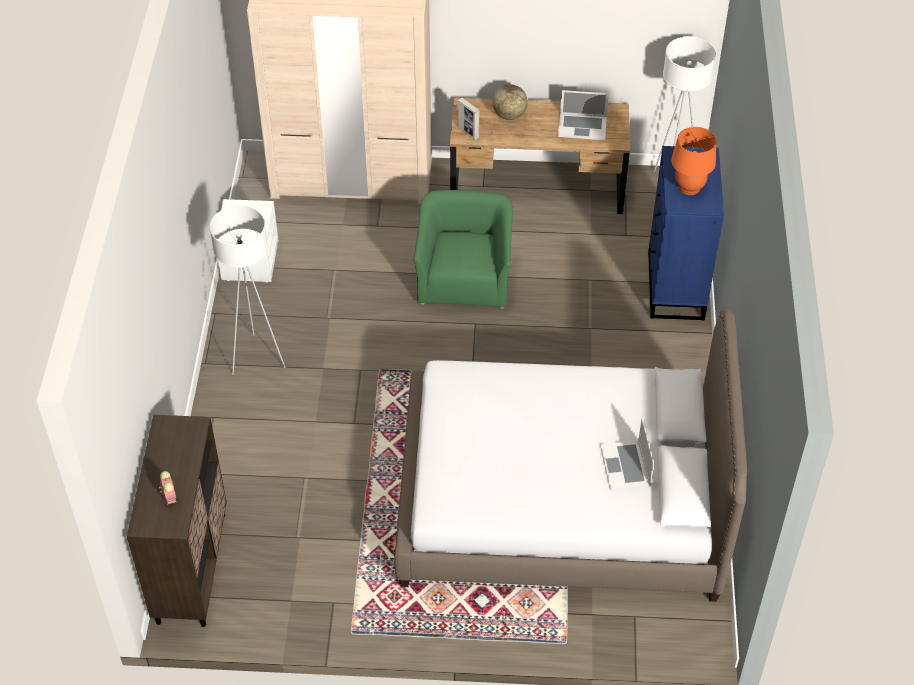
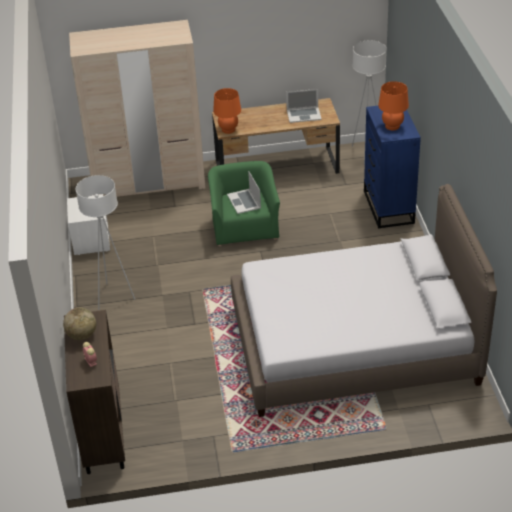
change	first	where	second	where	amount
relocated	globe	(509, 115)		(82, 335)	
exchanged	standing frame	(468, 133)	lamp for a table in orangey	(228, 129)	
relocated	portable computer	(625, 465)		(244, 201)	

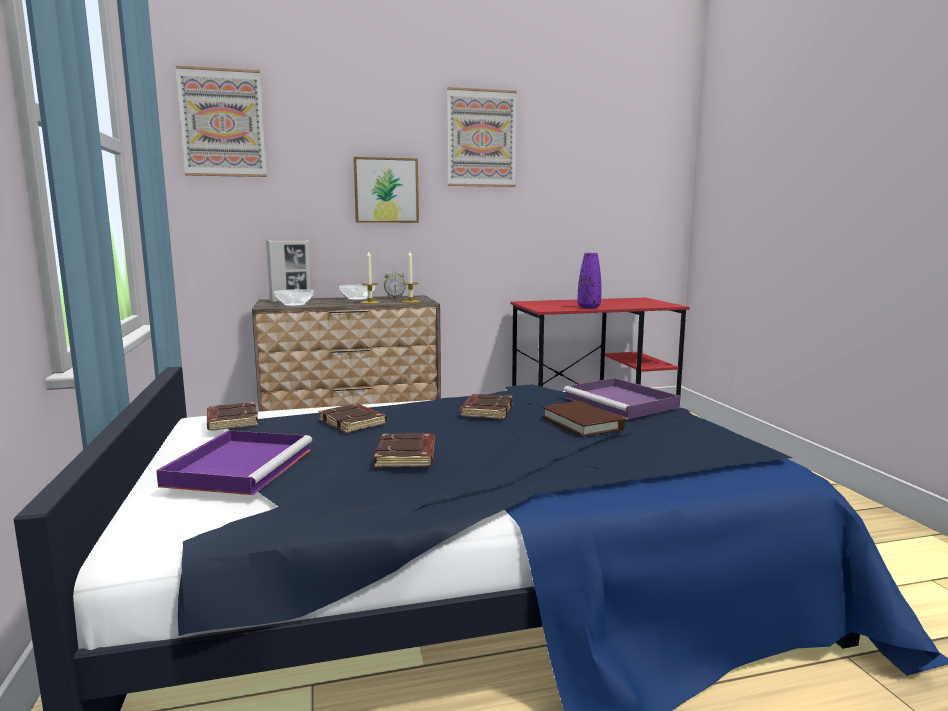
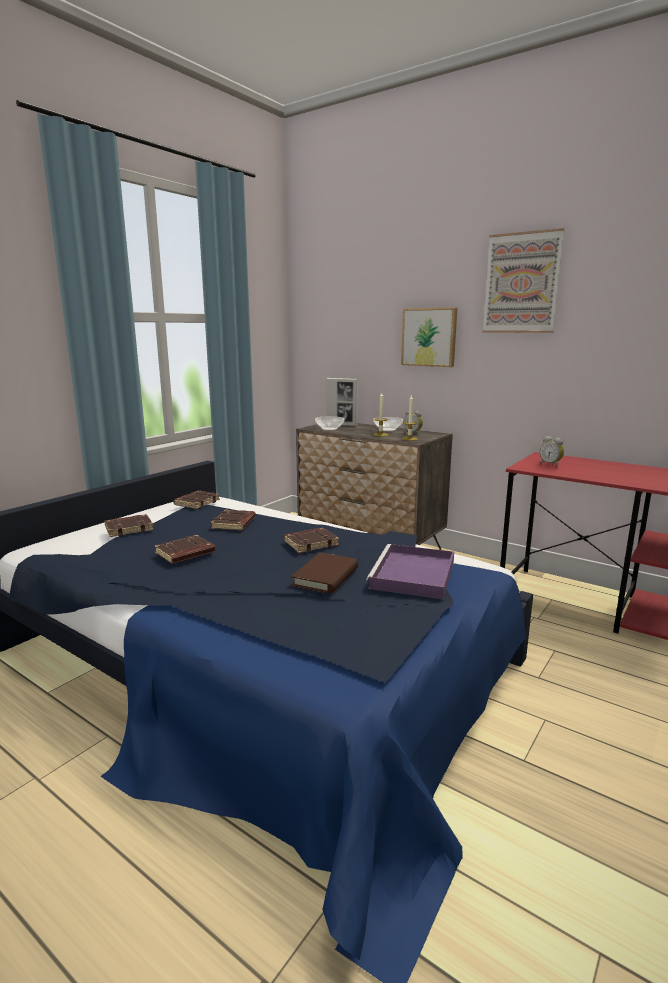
change	first	where	second	where	amount
exchanged	tray in purplish	(240, 466)	bound book in brown-coloured	(129, 529)	
appeared			table clock	(551, 464)	
missing	wall art	(222, 123)			
missing	vase in purplish	(589, 307)			

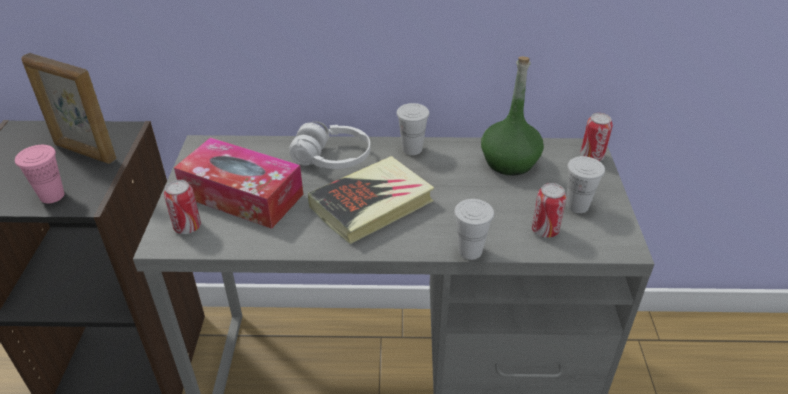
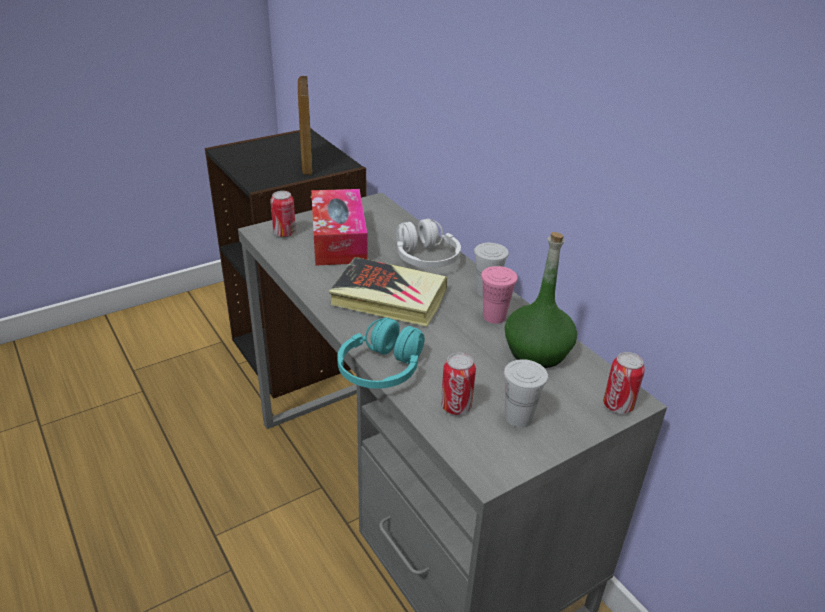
change	first	where	second	where	amount
exchanged	drinking cup in white	(470, 251)	pair of headphones in blue-green	(381, 369)	
relocated	drinking cup in pink	(52, 196)		(494, 317)	

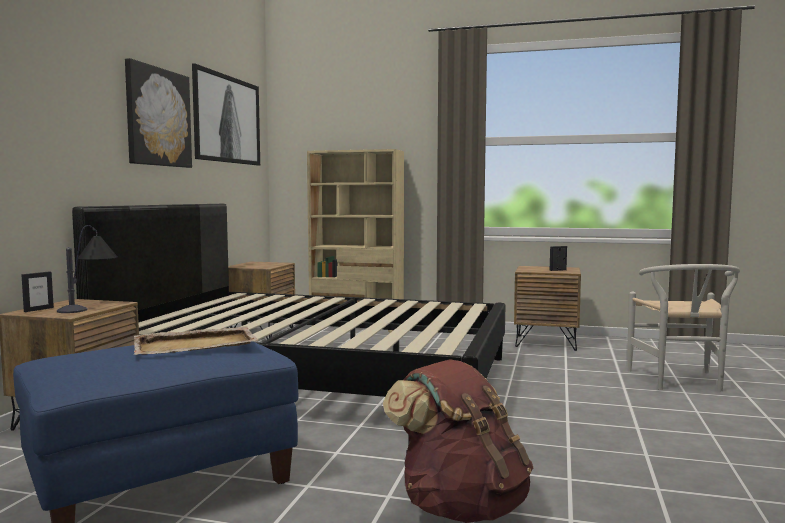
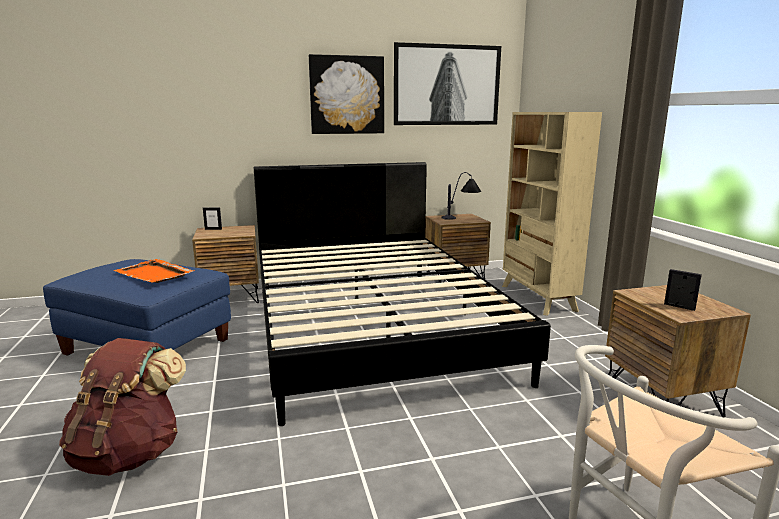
change	first	where	second	where	amount
colour	tray in beige-coloured	(197, 345)	tray in orangey	(154, 274)	
relocated	lamp for a table	(90, 305)		(461, 217)	

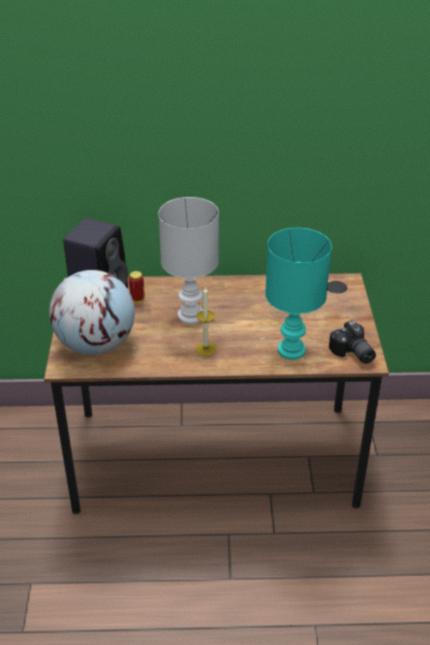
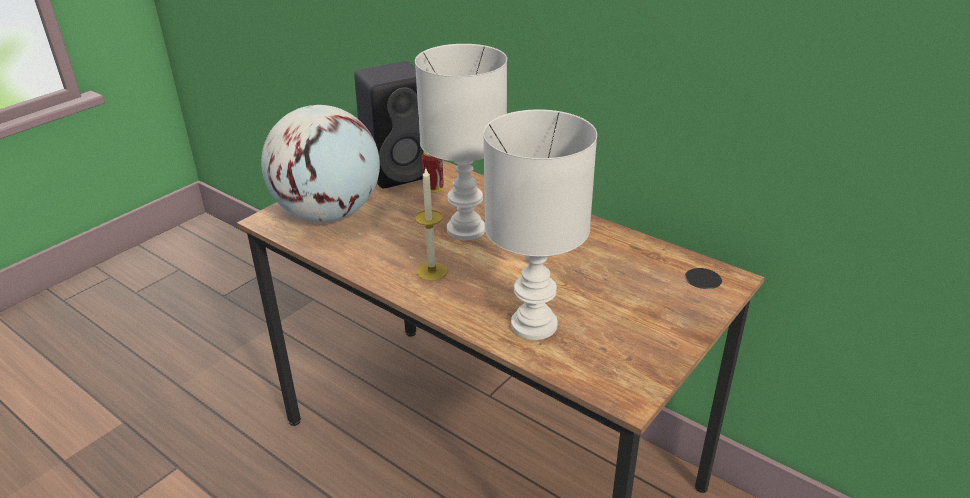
change	first	where	second	where	amount
colour	lamp for a table in blue-green	(291, 351)	lamp for a table in white	(532, 326)	
missing	still camera	(352, 353)			

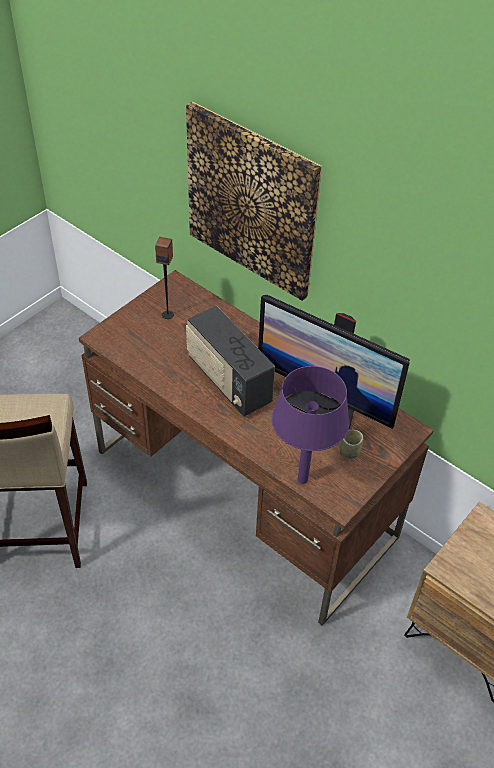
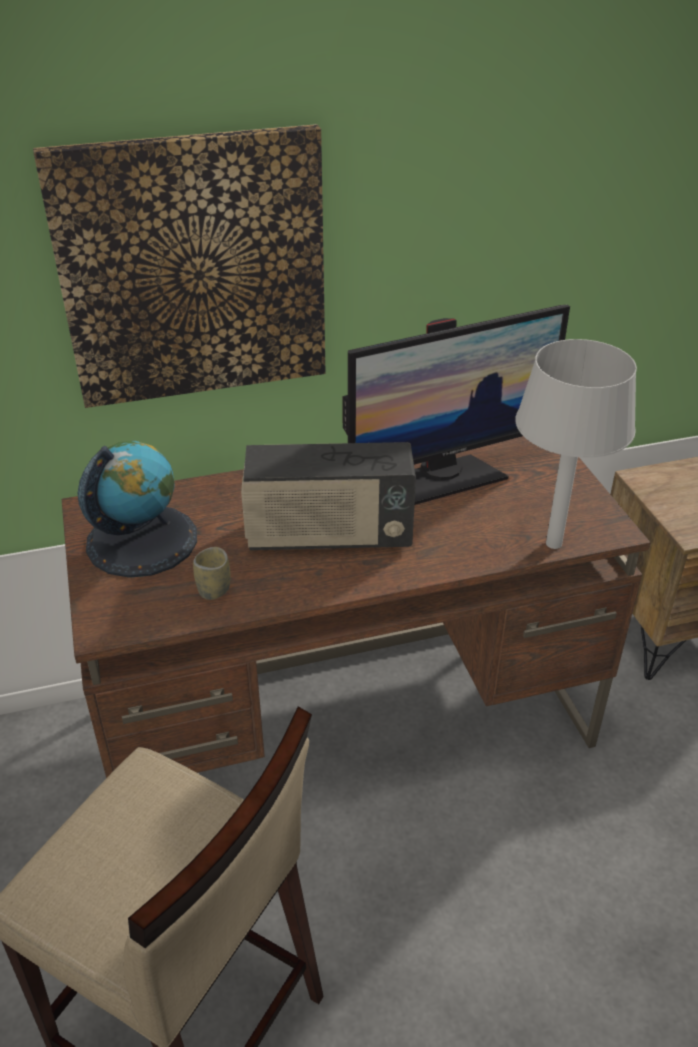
change	first	where	second	where	amount
exchanged	speaker	(168, 314)	globe	(142, 540)	
relocated	drinking cup	(349, 452)		(214, 590)	
colour	lamp for a table in purplish	(303, 480)	lamp for a table in gray	(555, 544)	

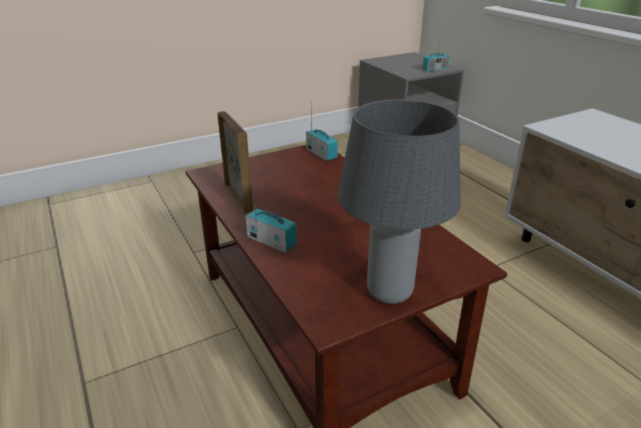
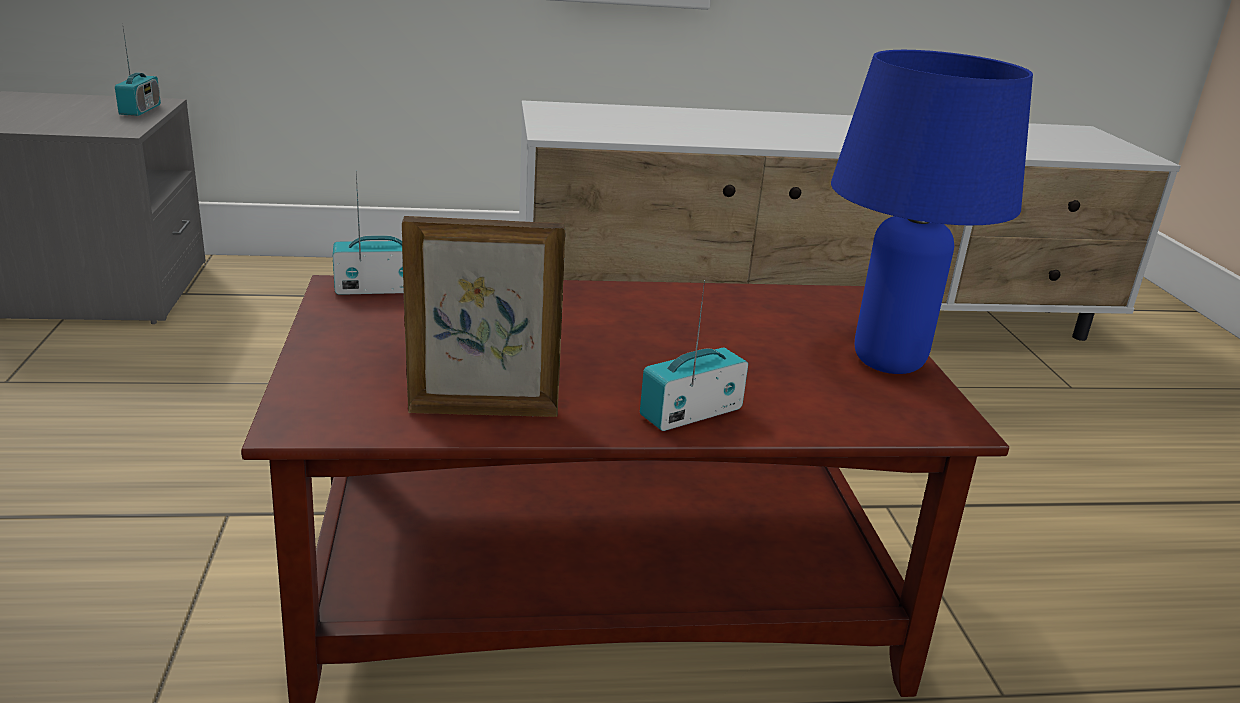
change	first	where	second	where	amount
colour	lamp for a table in gray	(391, 292)	lamp for a table in bluish	(888, 361)	

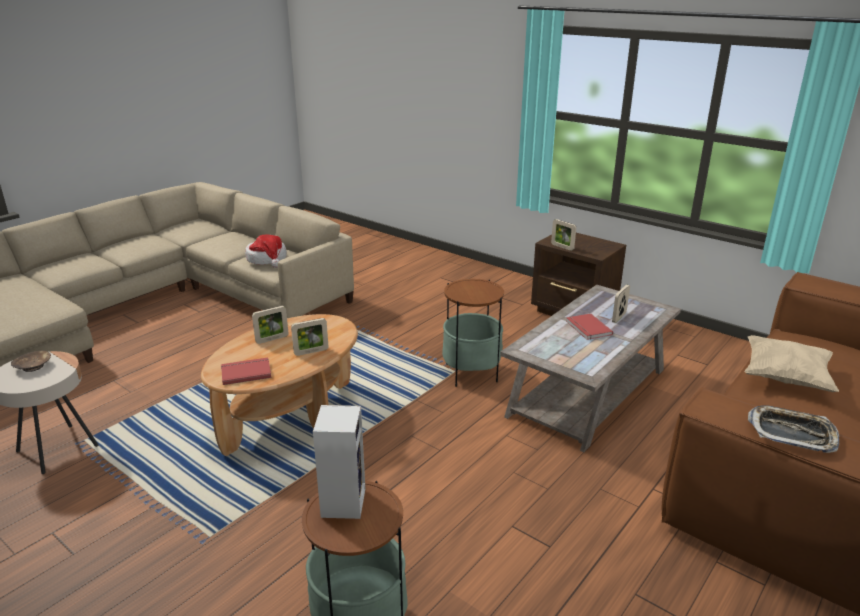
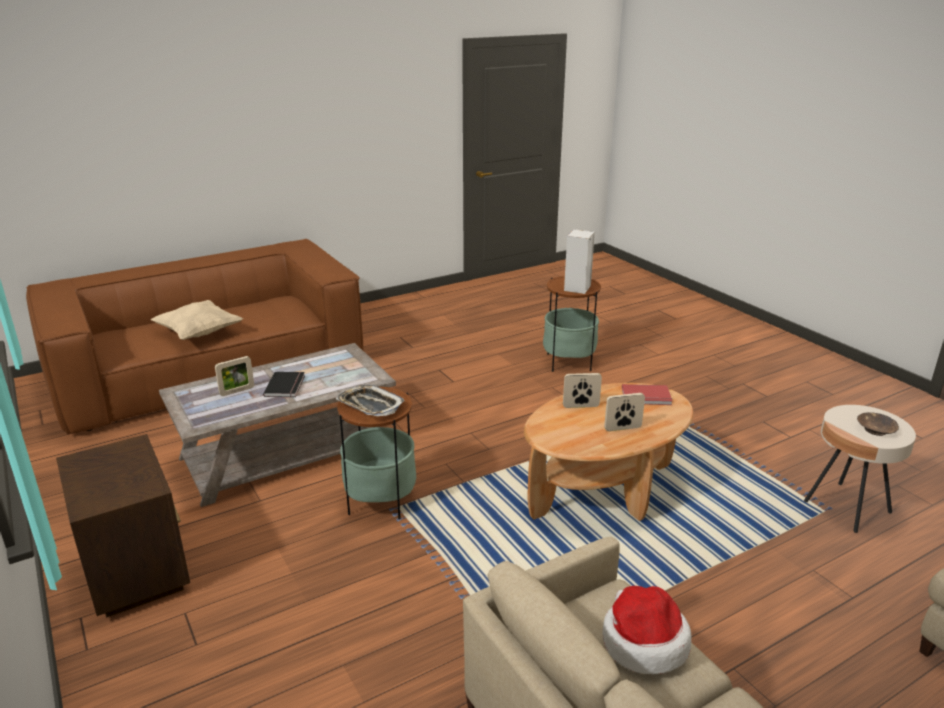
change	first	where	second	where	amount
colour	bound book in red-coloured	(587, 328)	bound book in blackish	(286, 386)	
relocated	tray	(792, 433)		(370, 405)	
missing	standing frame	(562, 247)			

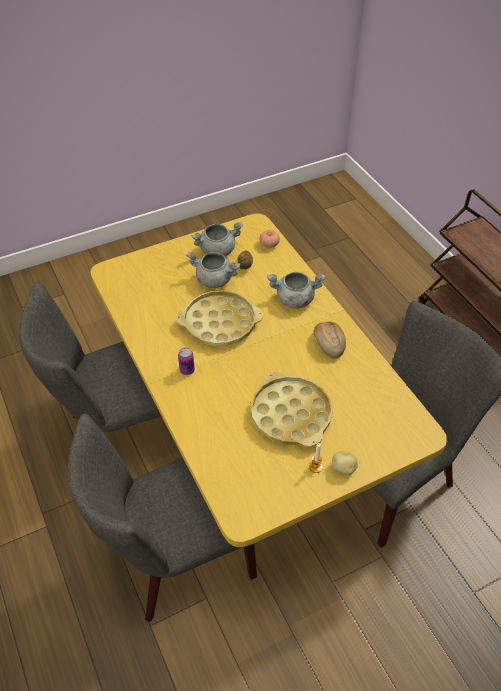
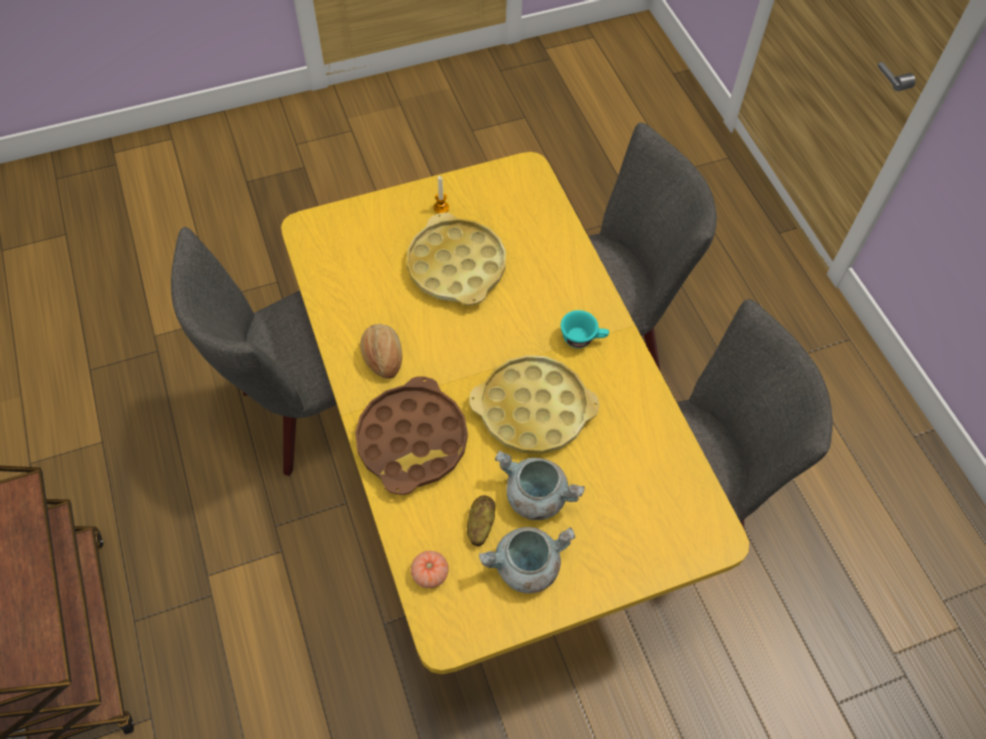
change	first	where	second	where	amount
exchanged	saucepot in gray	(294, 300)	tray in brown-coloured	(412, 440)	
exchanged	sealed can	(187, 370)	drinking cup in blue-green	(583, 338)	
missing	potato	(343, 469)			

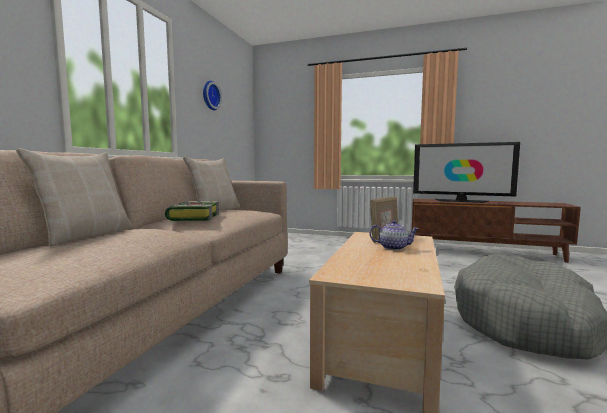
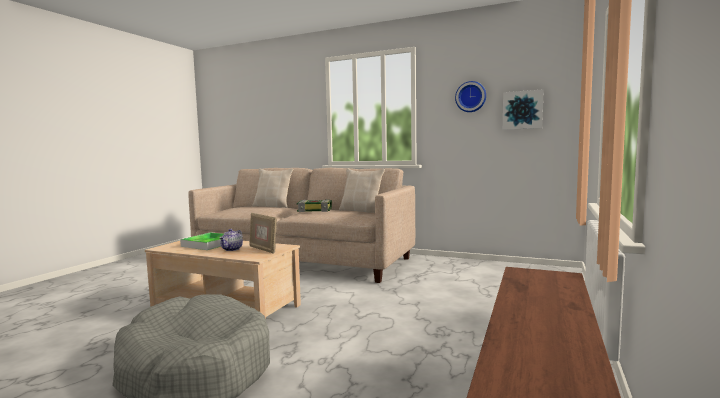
change	first	where	second	where	amount
appeared			tray	(209, 244)	
appeared			wall art	(522, 110)	
missing	television	(461, 201)			

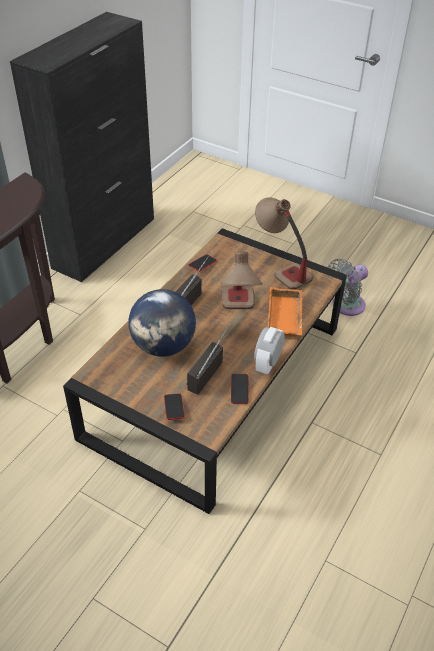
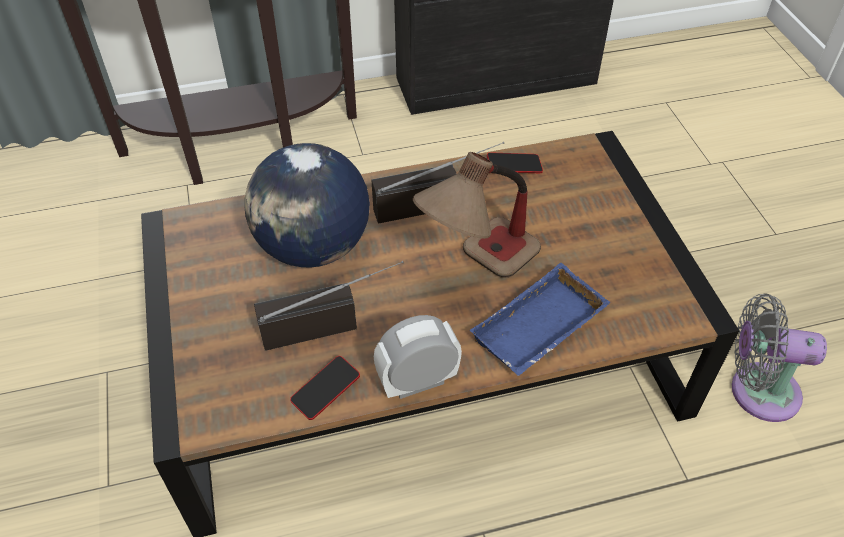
change	first	where	second	where	amount
colour	tray in orangey	(286, 317)	tray in bluish	(540, 330)	
missing	handset	(174, 408)			
missing	lamp for a table	(280, 268)			

